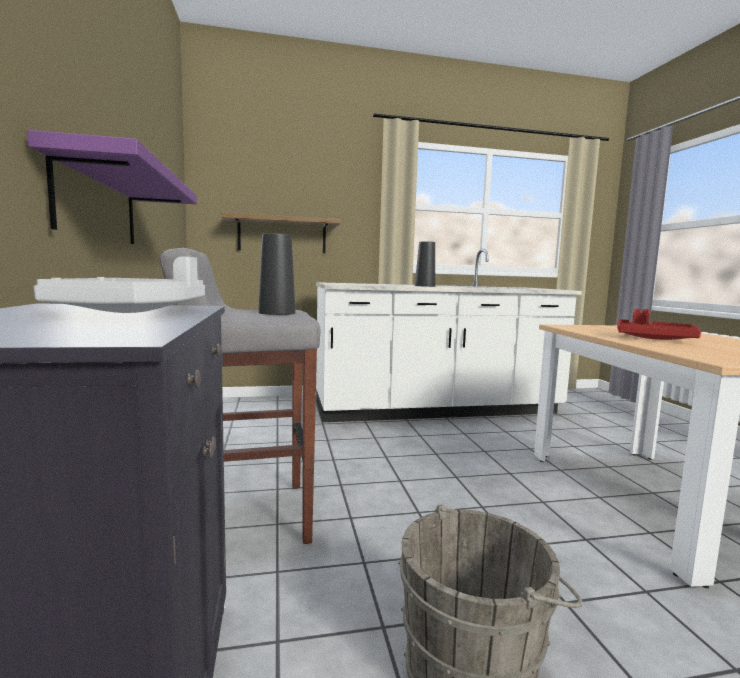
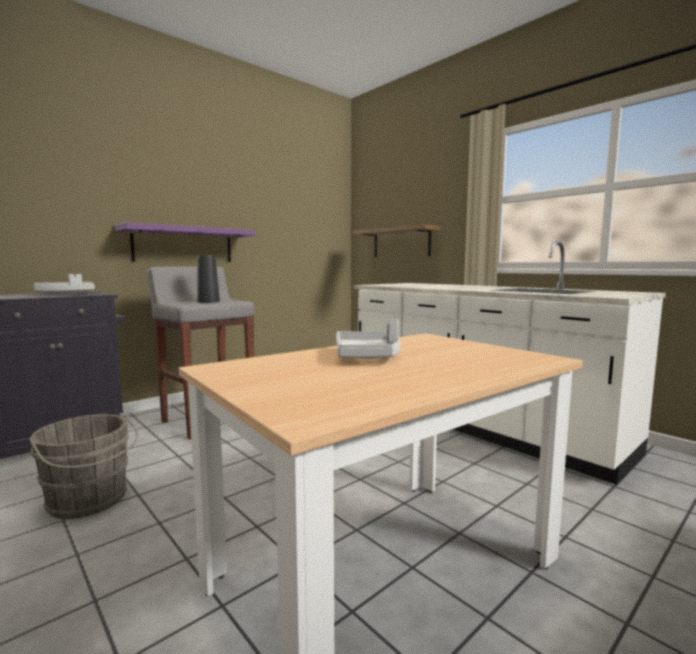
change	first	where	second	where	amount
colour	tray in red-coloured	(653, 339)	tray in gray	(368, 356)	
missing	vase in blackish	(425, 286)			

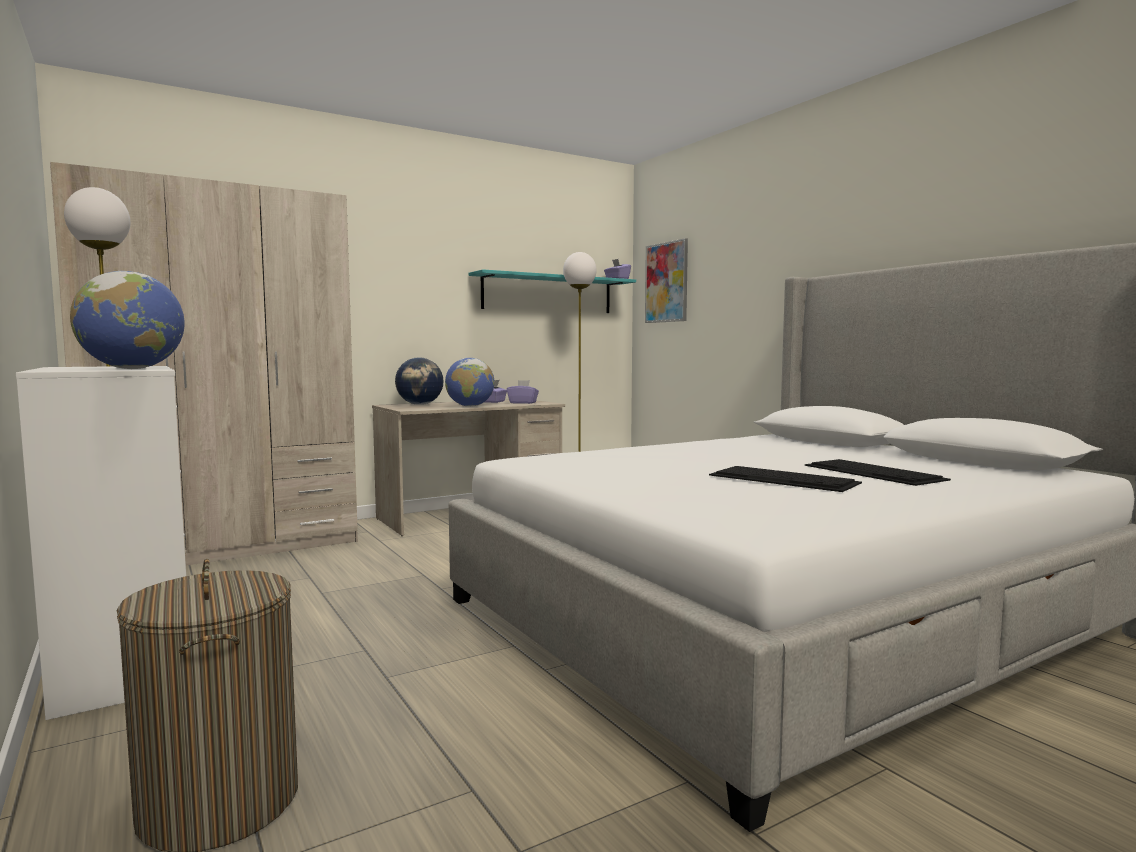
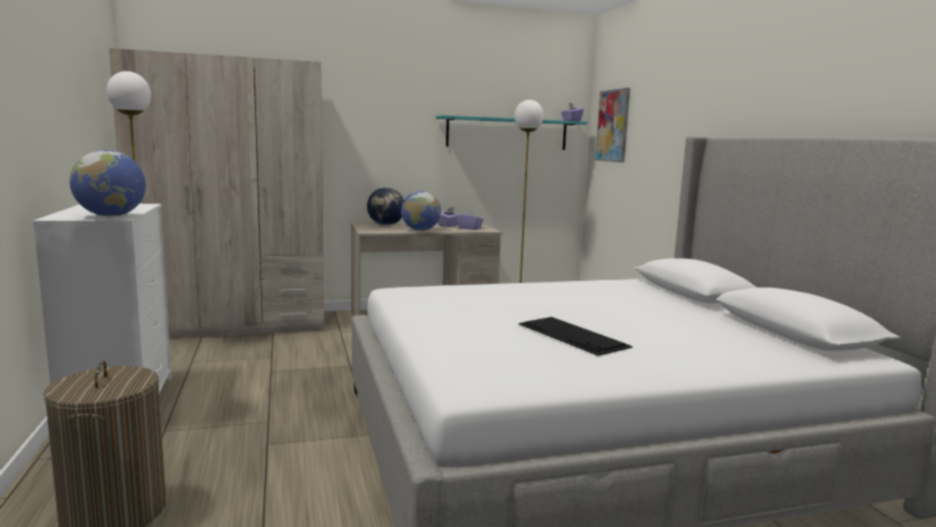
change	first	where	second	where	amount
missing	PC keyboard	(874, 472)			

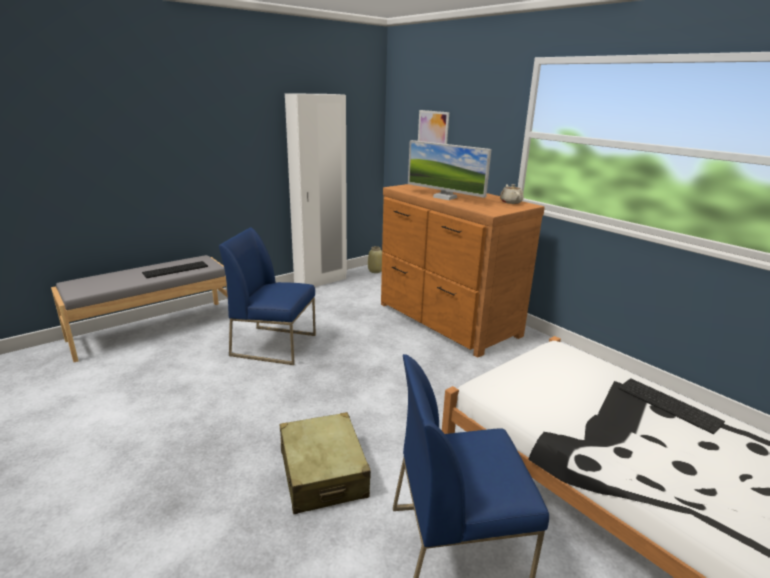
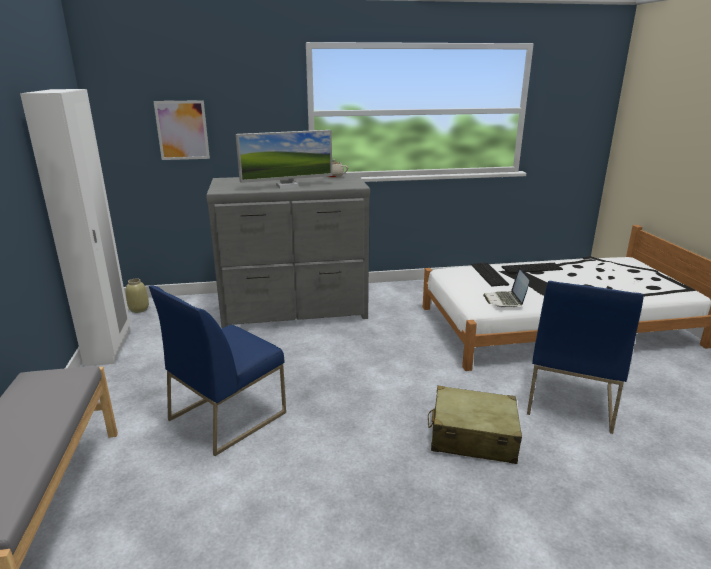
change	first	where	second	where	amount
colour	dresser in brown-coloured	(446, 320)	dresser in gray	(295, 310)	
relocated	PC keyboard	(175, 270)		(490, 274)	
appeared			portable computer	(505, 300)	

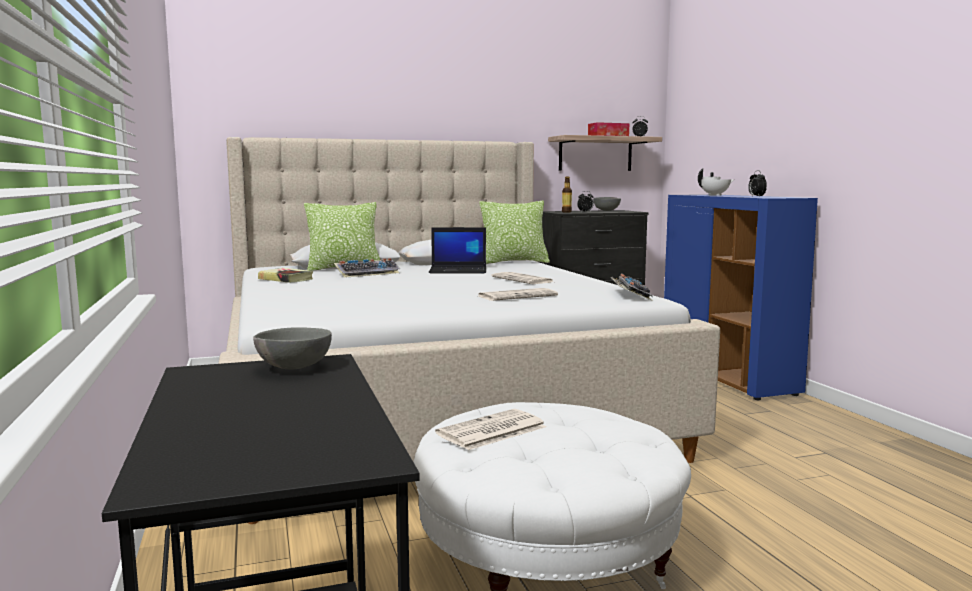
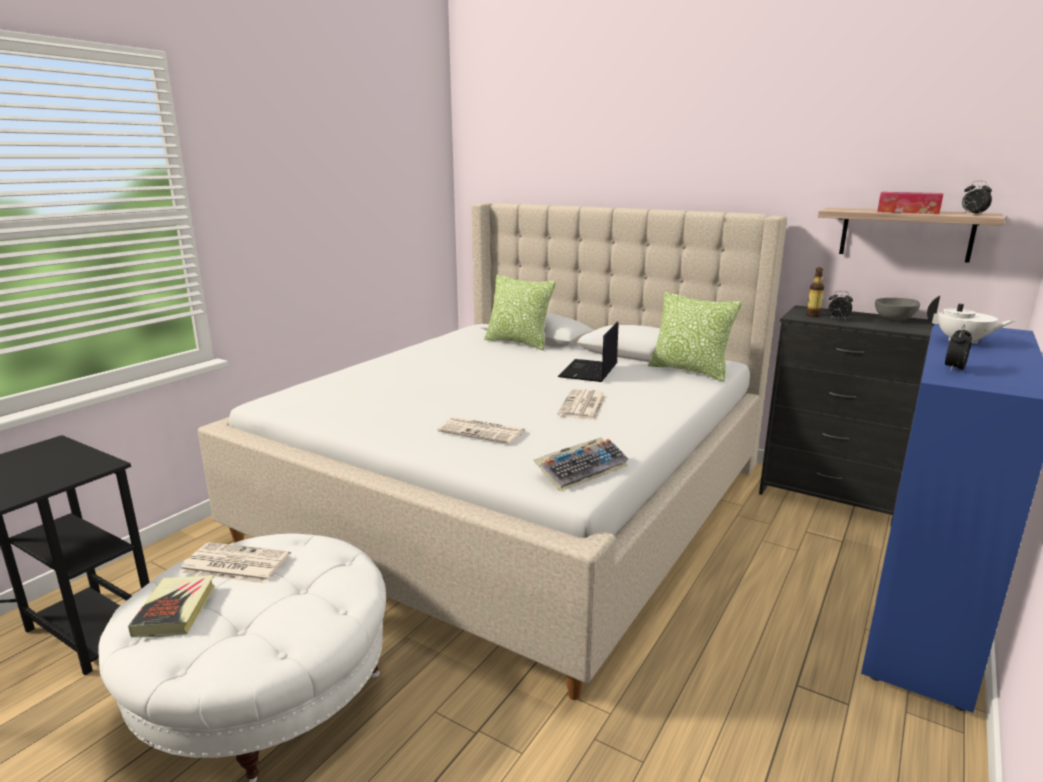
change	first	where	second	where	amount
relocated	bound book	(286, 279)		(176, 610)	
spun	portable computer	(459, 270)		(589, 371)	60 degrees clockwise
missing	serving bowl in gray	(291, 368)			
missing	PC keyboard	(367, 273)			

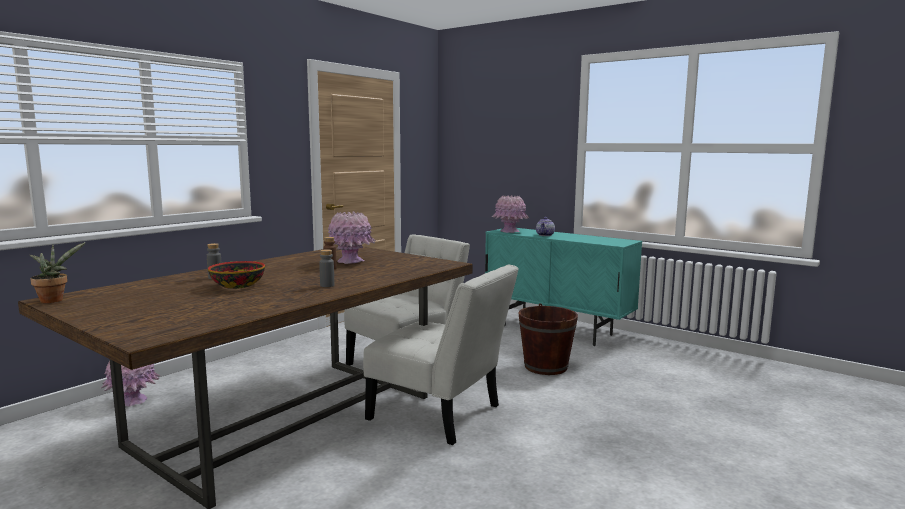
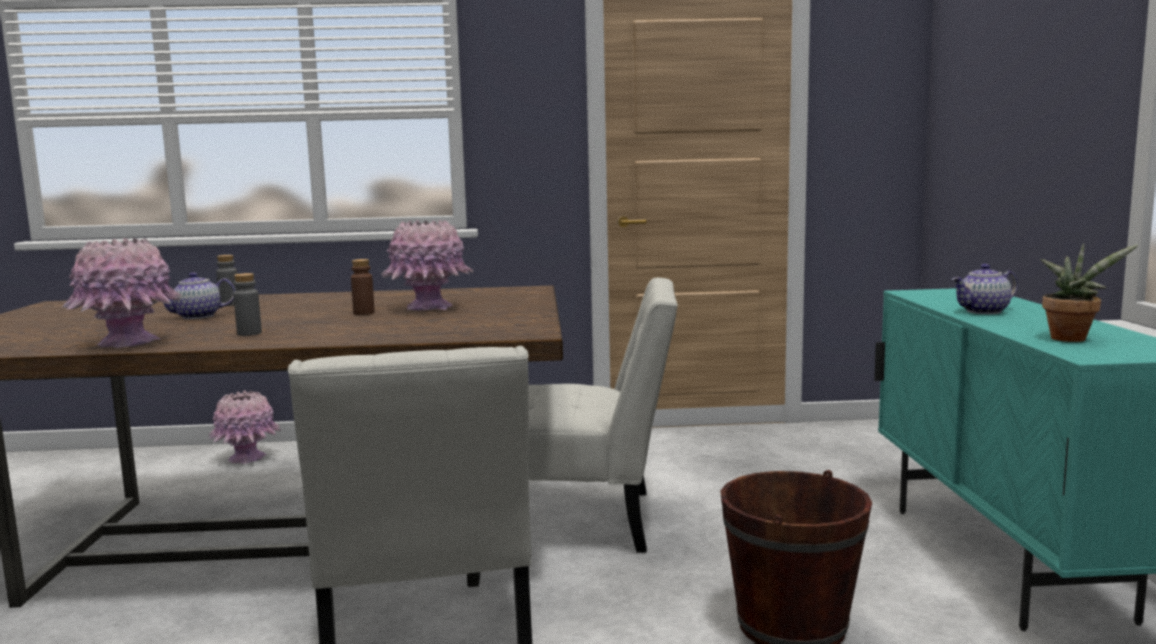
change	first	where	second	where	amount
relocated	vase in pink	(509, 231)		(129, 343)	
exchanged	serving bowl	(238, 285)	teapot	(197, 317)	
relocated	plant in a pot	(54, 300)		(1071, 338)	

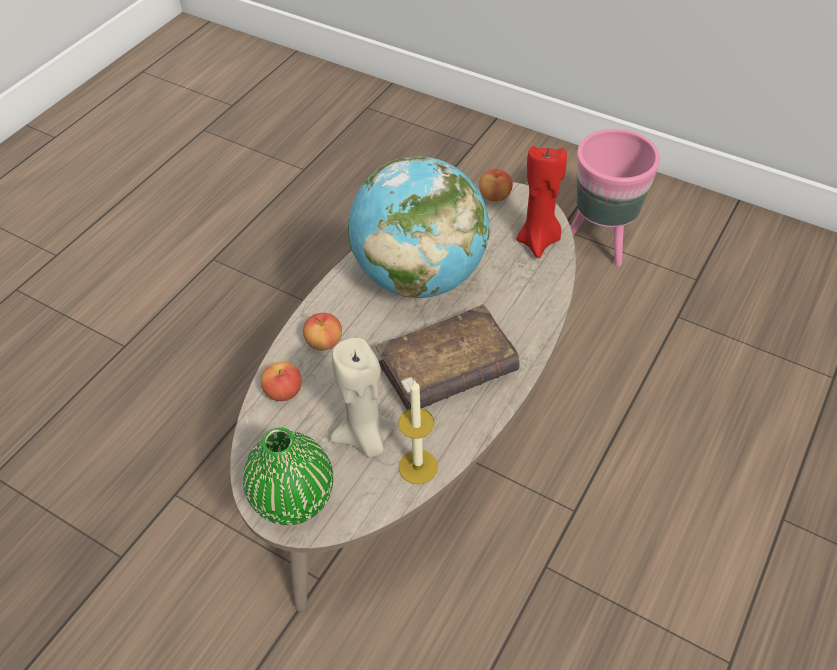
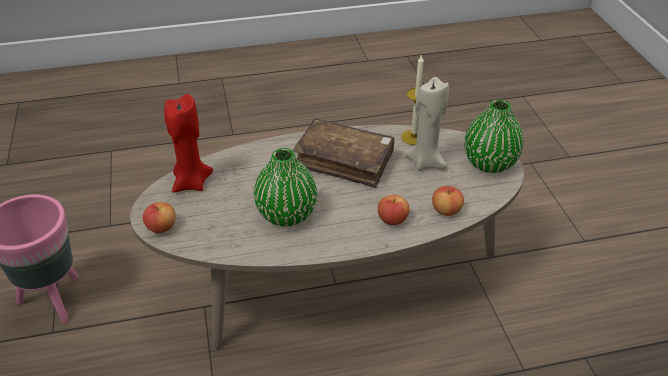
change	first	where	second	where	amount
exchanged	globe	(420, 276)	vase in green	(286, 215)	

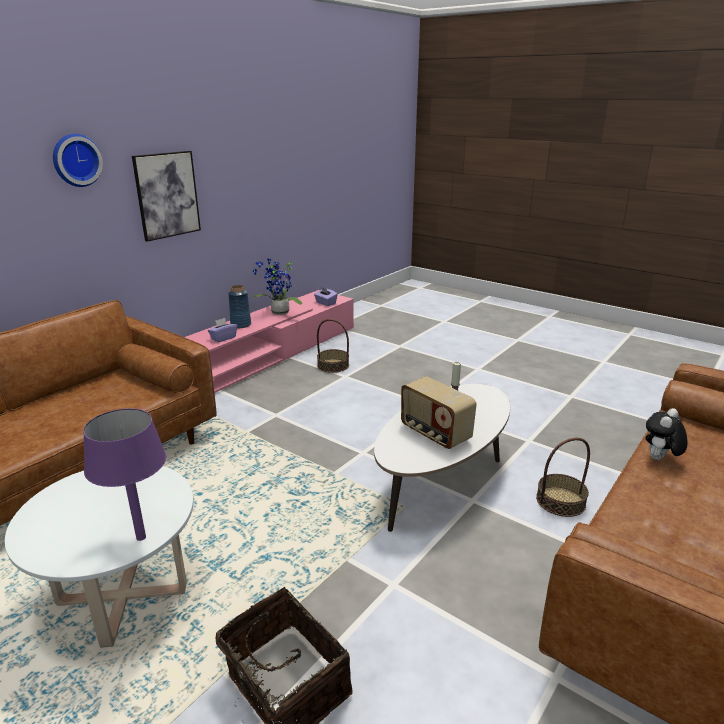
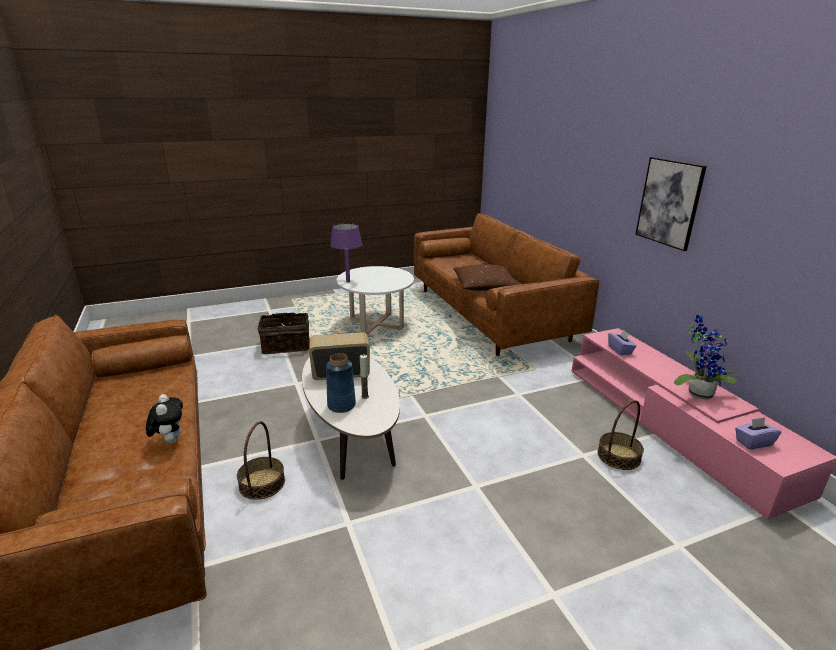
change	first	where	second	where	amount
relocated	vase in bluish	(241, 325)		(341, 405)	
appeared			cushion in brown-coloured	(485, 286)	
missing	hanging clock	(76, 160)			

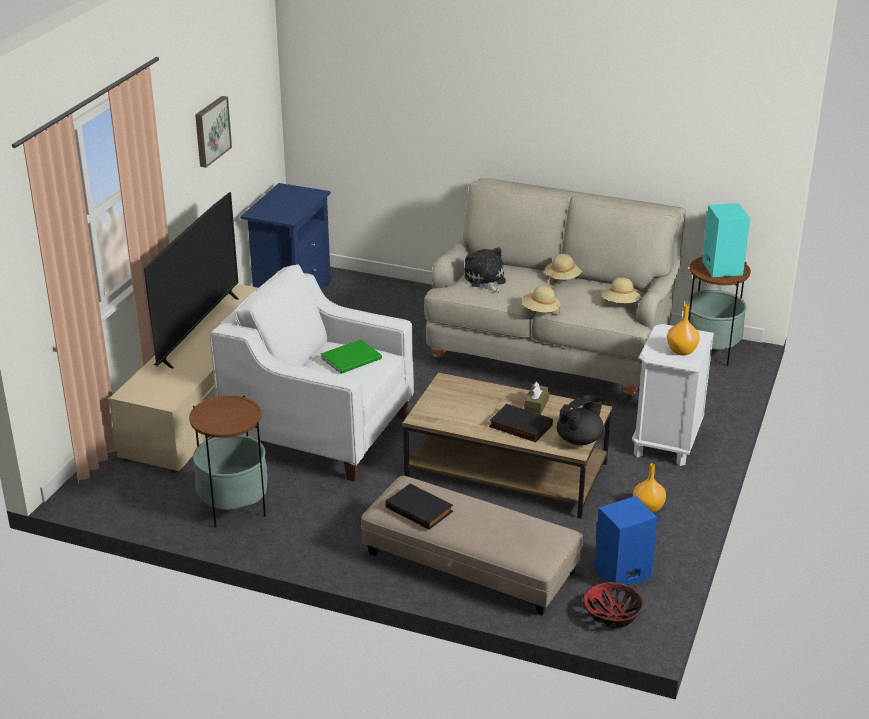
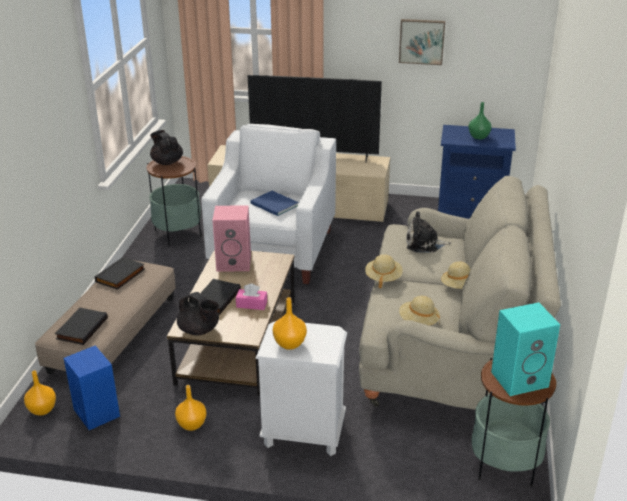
change	first	where	second	where	amount
exchanged	serving bowl	(611, 615)	vase in orangey	(42, 409)	
appeared			bound book in blackish	(81, 328)	
appeared			teapot in blackish	(167, 162)	
appeared			speaker in pink	(235, 263)	
colour	tissue box in brown-coloured	(536, 405)	tissue box in pink	(251, 304)	
colour	bound book in green	(353, 358)	bound book in bluish	(274, 205)	
spun	cuddly toy	(485, 280)		(424, 244)	150 degrees counterclockwise
appeared			vase in green	(479, 137)	

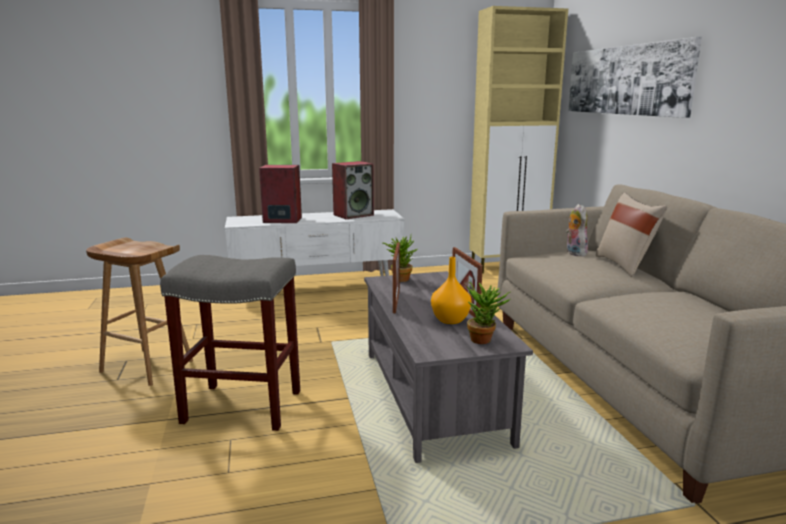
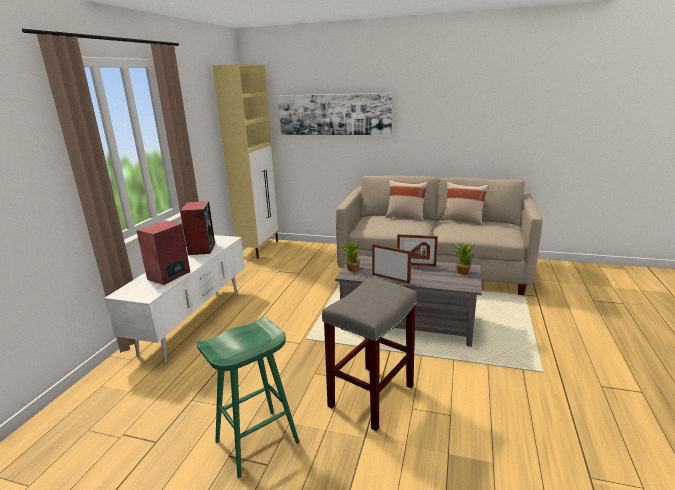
change	first	where	second	where	amount
colour	sitting stool in brown-coloured	(145, 366)	sitting stool in green	(256, 443)	
appeared			cushion in beige-coloured	(463, 220)	
missing	vase in orangey	(451, 320)			
missing	cuddly toy	(574, 253)			

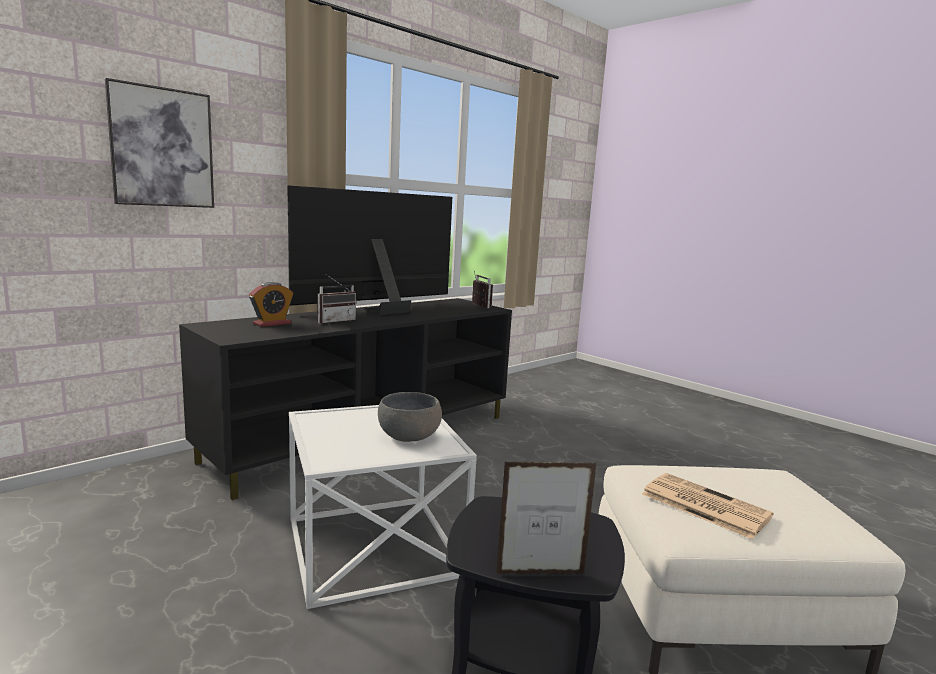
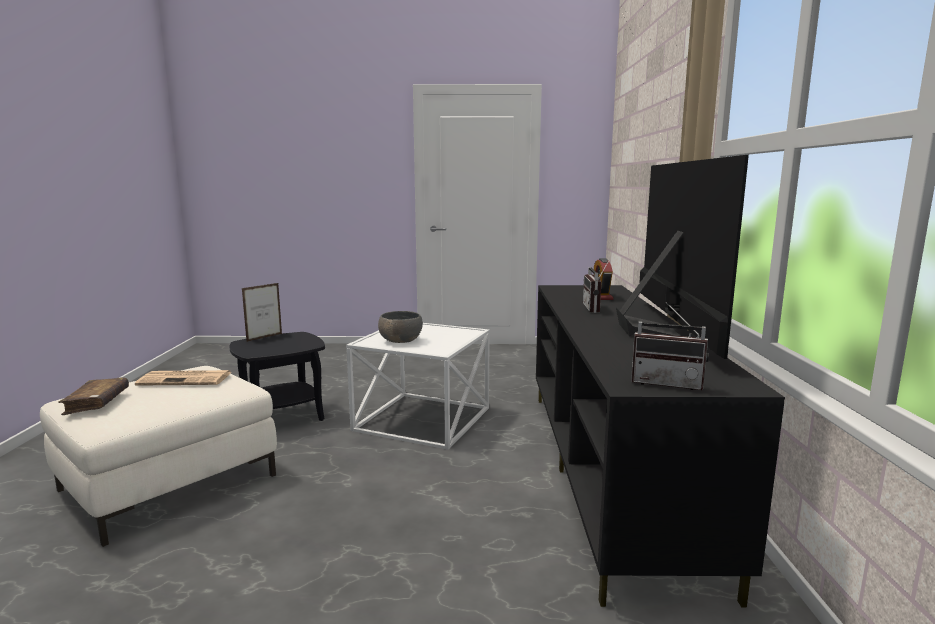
change	first	where	second	where	amount
appeared			bound book in brown-coloured	(97, 403)	
missing	wall art	(162, 147)			

